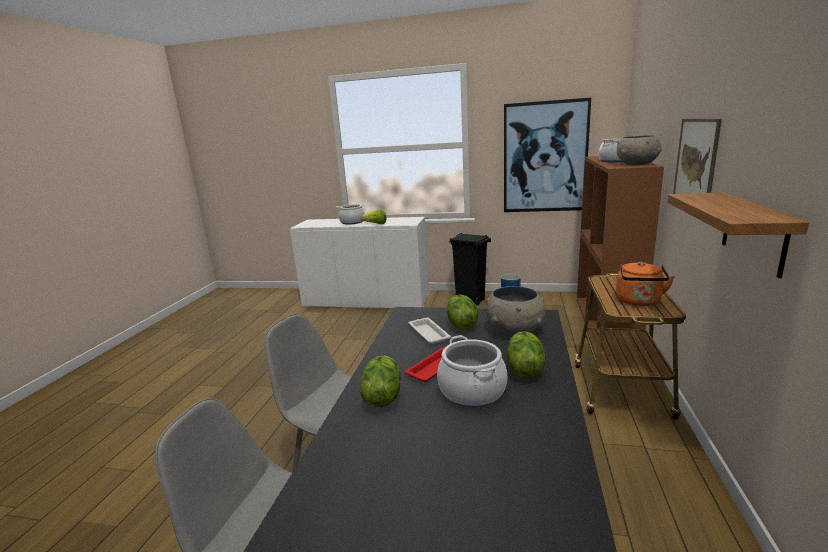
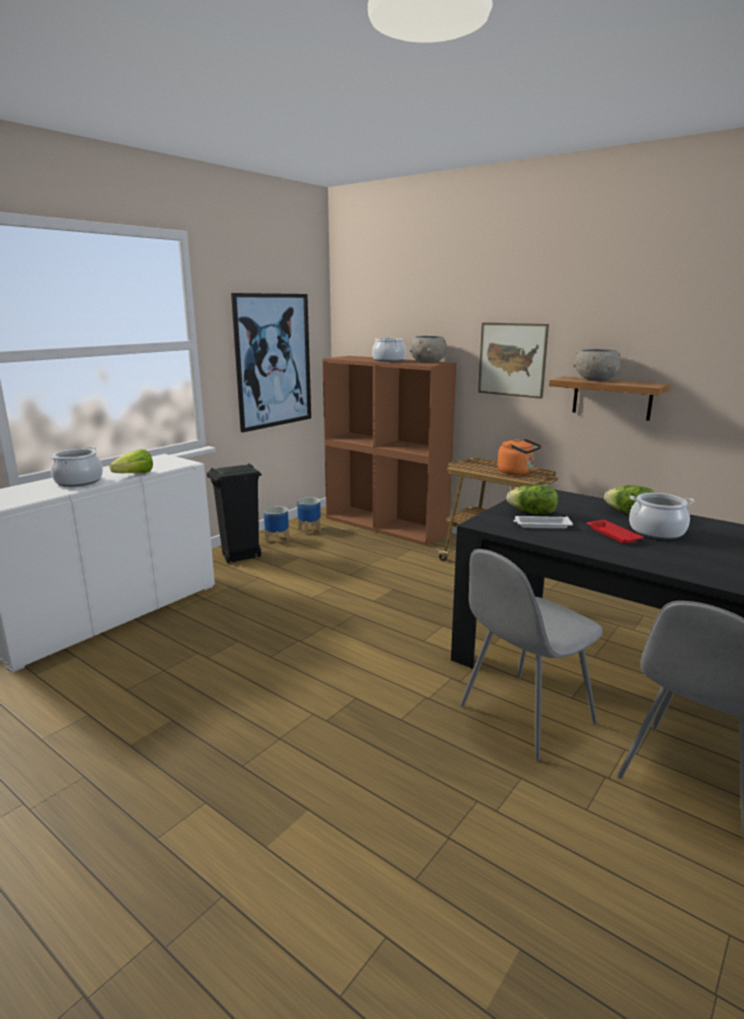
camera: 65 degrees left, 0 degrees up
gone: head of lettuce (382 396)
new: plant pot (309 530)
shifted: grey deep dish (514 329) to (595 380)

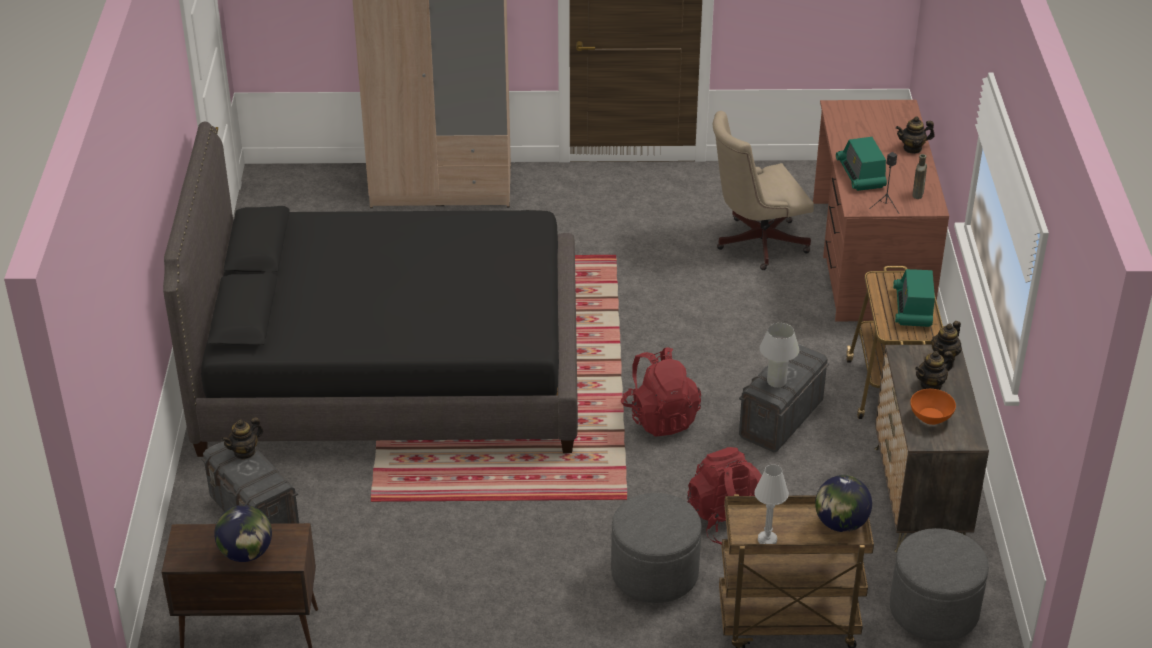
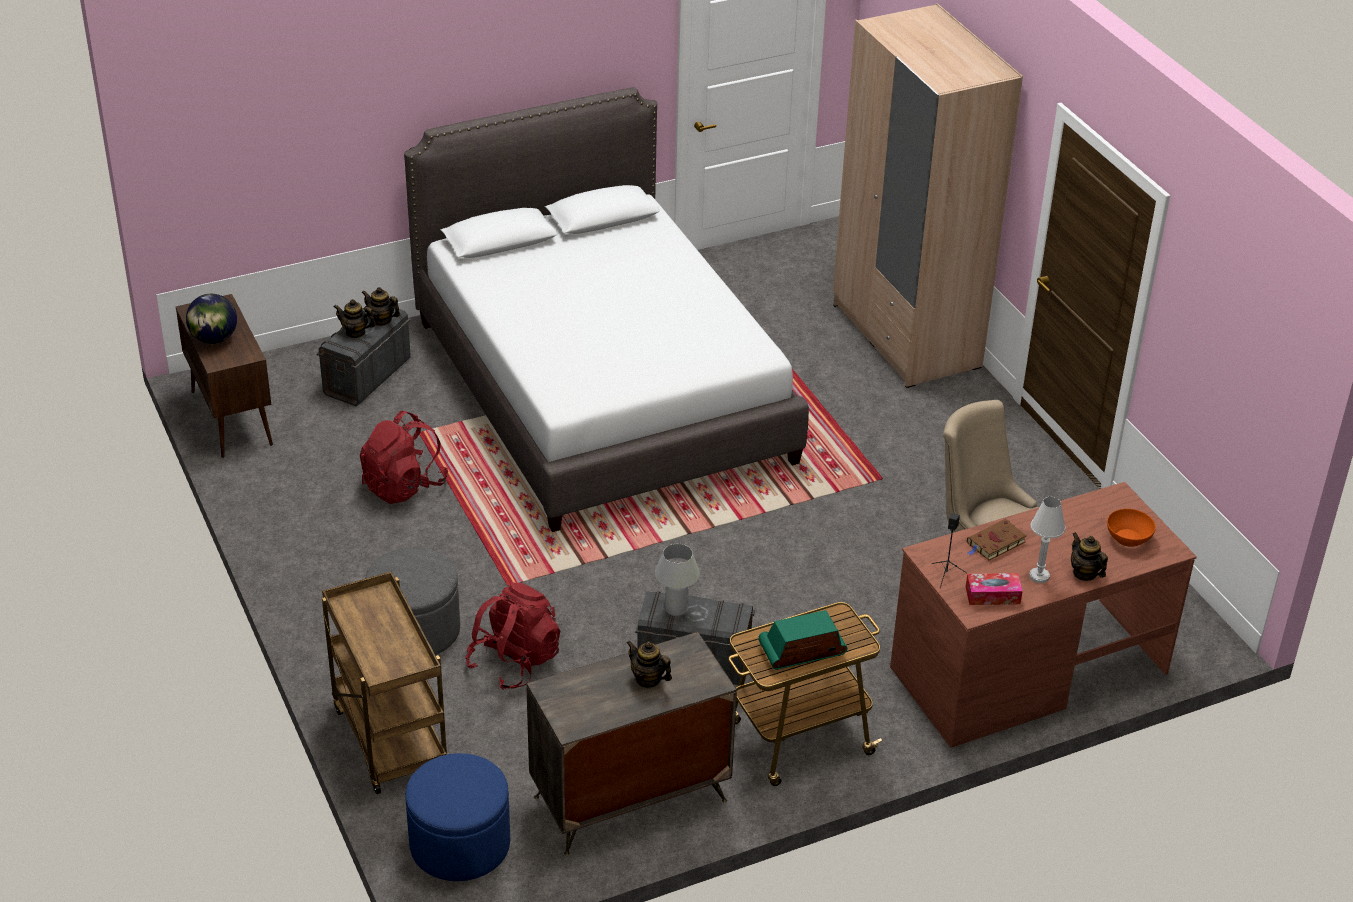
camera: 65 degrees right, 0 degrees up
gone: globe (841 524)
shifted: reddish rucksack (660 417) to (404 486); white-coloured lamp for a table (767 540) to (1039 576); orange-coloured deep dish (931 416) to (1128 538); pot for tea (945 357) to (355 332)
swapped: radio (861 174) to brownish volume (995 543); brownish bottle (918 193) to box of tissues (992 595)
repainted: black-coloured bed (391 369) to white-coloured bed (603 390); grey ottoman (934 610) to blue-coloured ottoman (460 844)

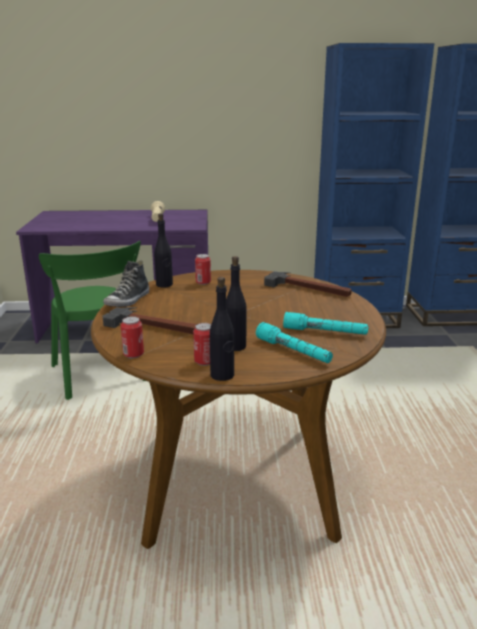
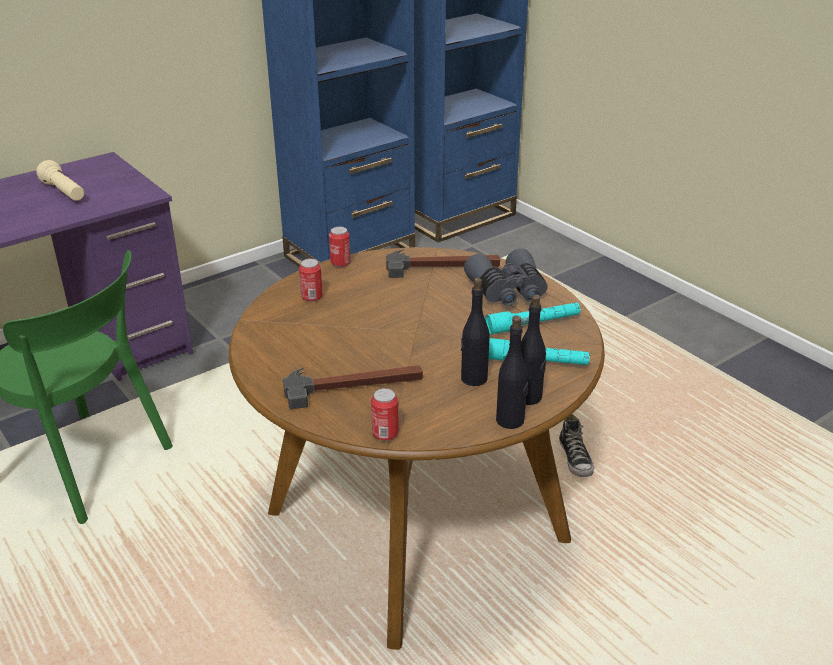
camera: 35 degrees left, 10 degrees up
new: grey field glasses (508 291)
shifted: low shoe (128 301) to (575 459); black-coloured bottle (164 285) to (528 397); can (204 361) to (340 263)

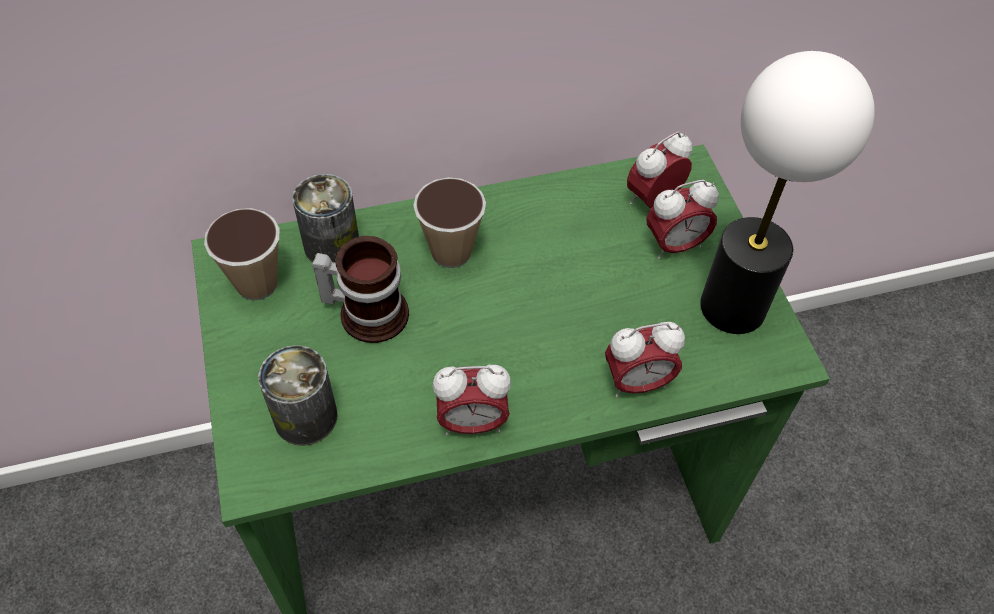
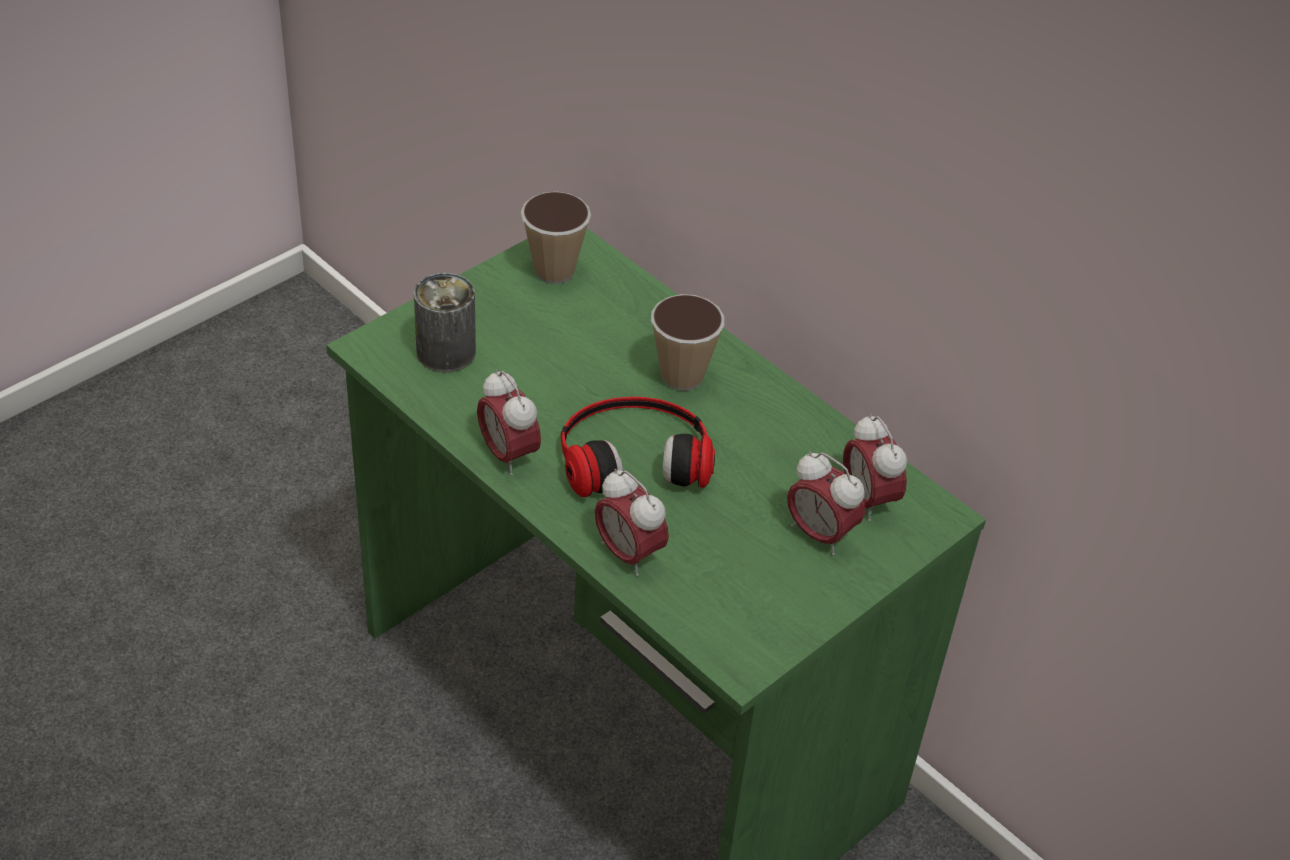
camera: 60 degrees right, 10 degrees down
gone: can (332 245); tea mug (368 310); lamp for a table (733 306)
new: headset (633 453)
rotated: table clock (653 200) = (867 500) 135 degrees counterclockwise

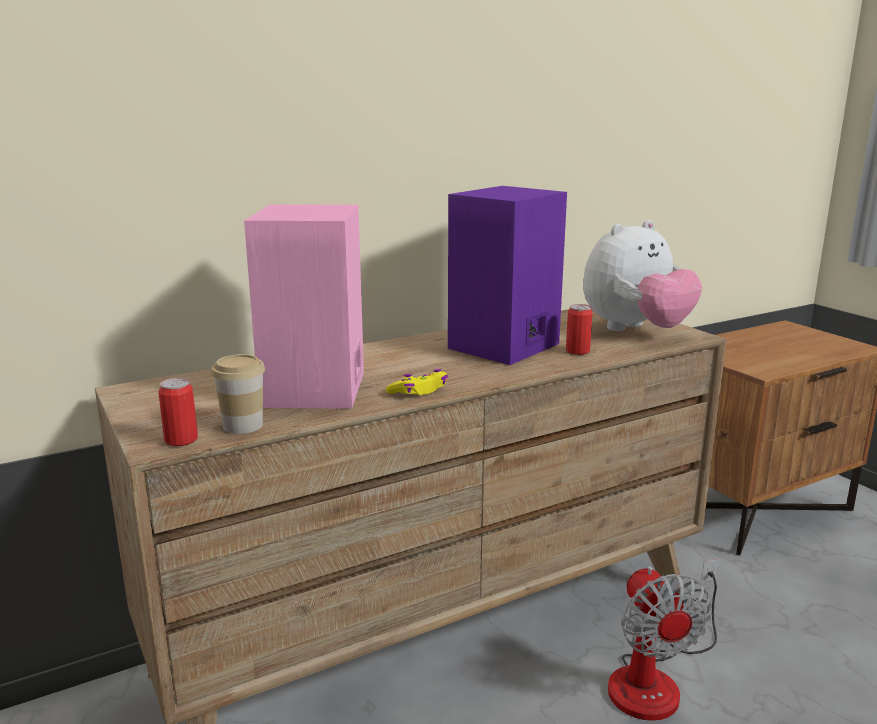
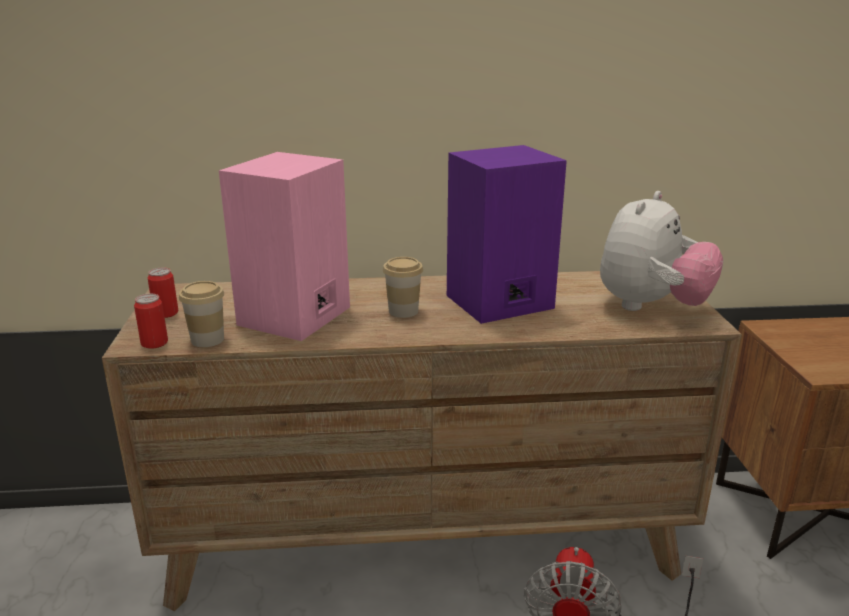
camera: 25 degrees right, 5 degrees up
gone: yellow-coloured game controller (419 391)
new: cup (403 311)
shifted: can (577 351) to (166 313)
rotated: plush toy (636 330) = (651 307) 45 degrees counterclockwise

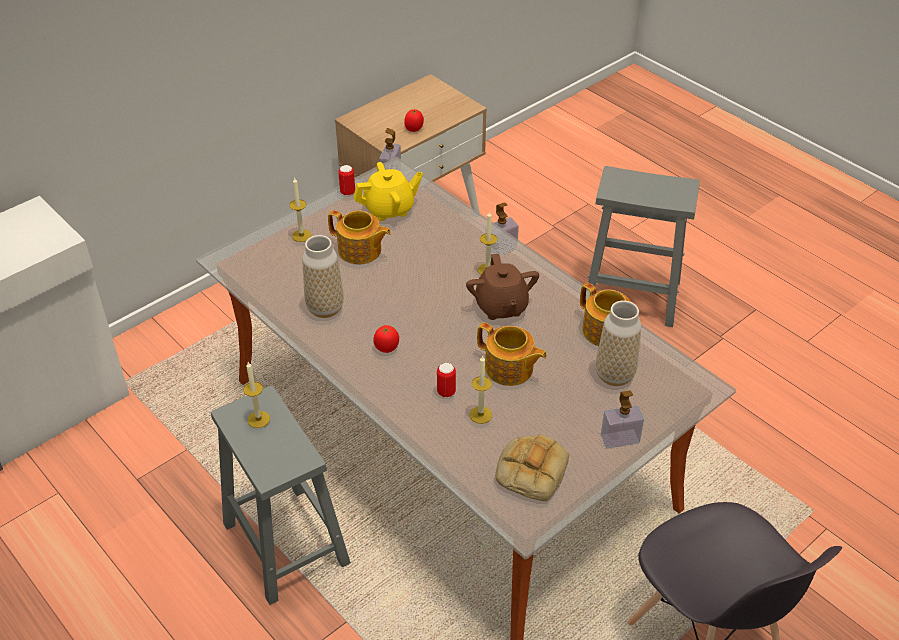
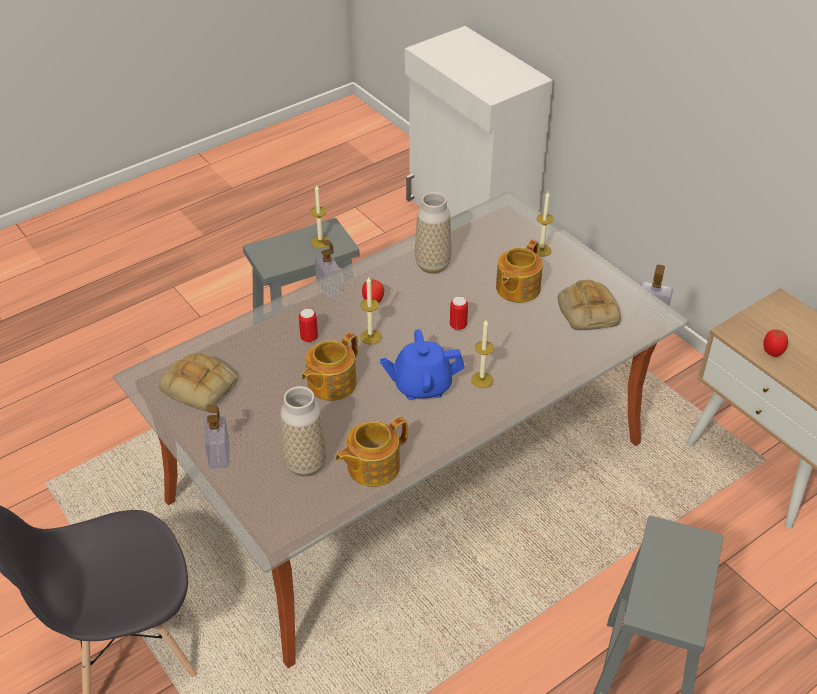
camera: 95 degrees right, 0 degrees up
shifted: can (347 192) to (458 325); wax candle (480 415) to (370 337); soap bottle (500 249) to (329 288)
swapped: yellow-coloured pot for tea (389 209) to bread (586 311)
repainted: brownish pot for tea (501 307) to blue-coloured pot for tea (422 385)

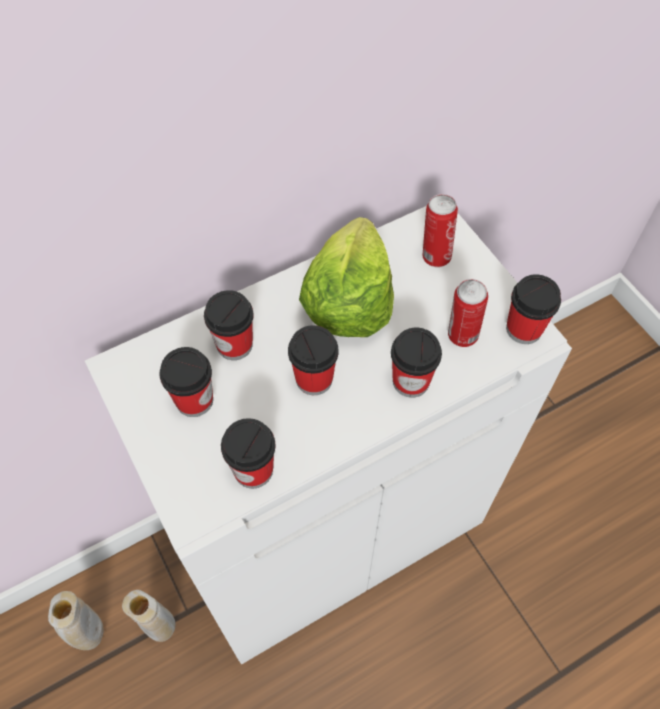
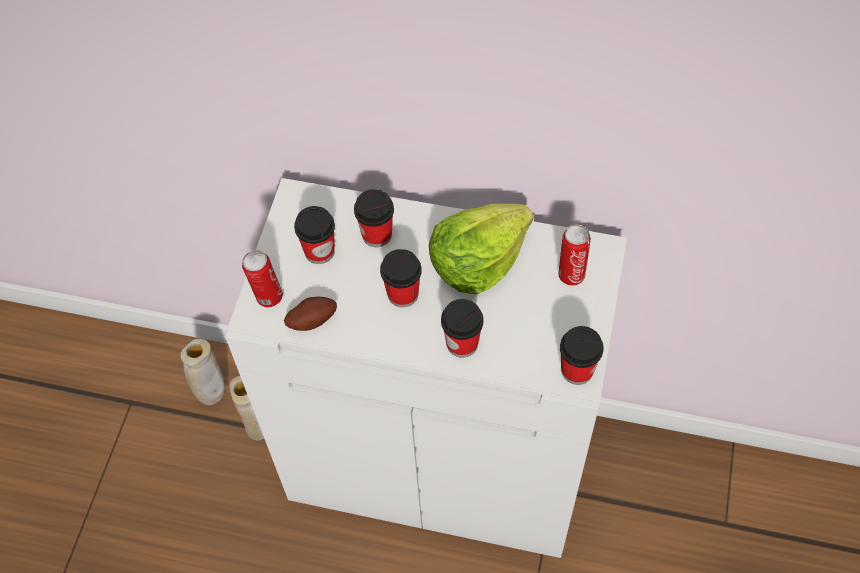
camera: 45 degrees right, 0 degrees up
shifted: can (461 336) to (267 297)
swapped: cup (253 470) to spud (312 320)

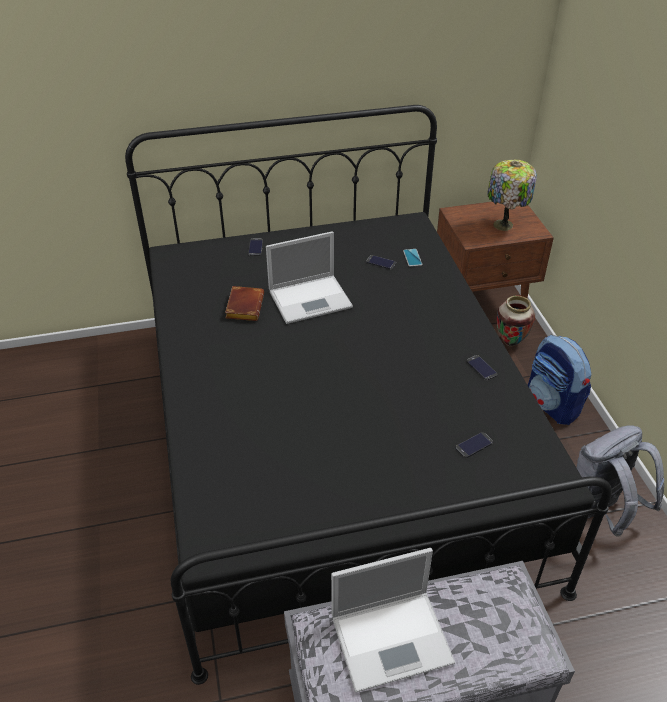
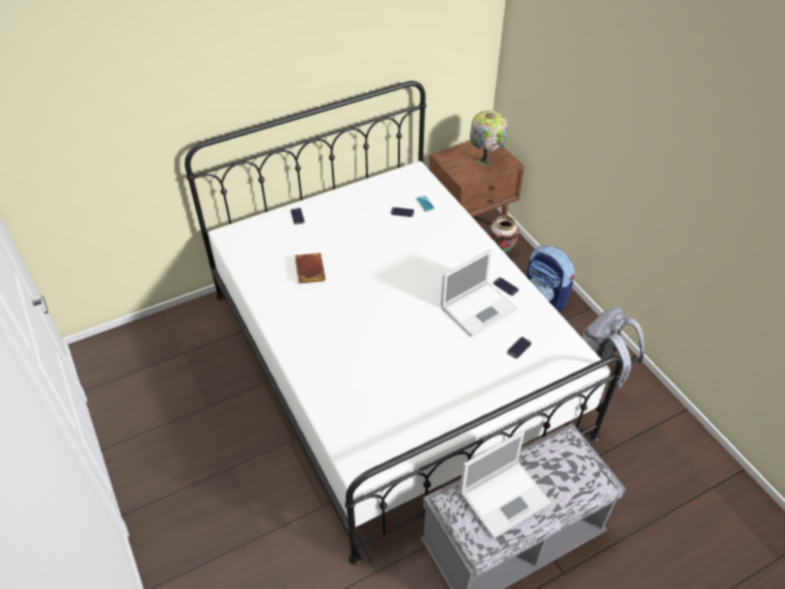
camera: 15 degrees left, 5 degrees up
shifted: laptop (311 298) to (479 308)
repainted: black-coloured bed (333 443) to white-coloured bed (392 361)

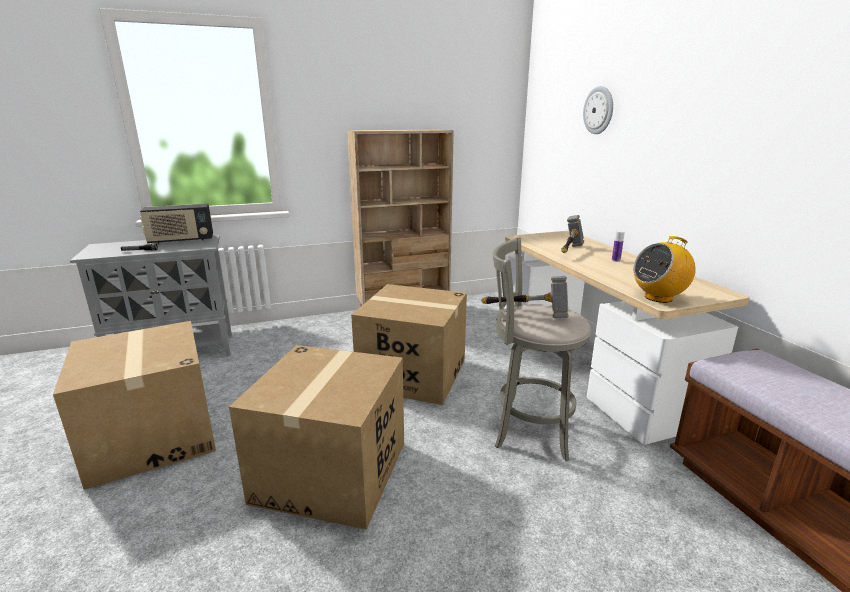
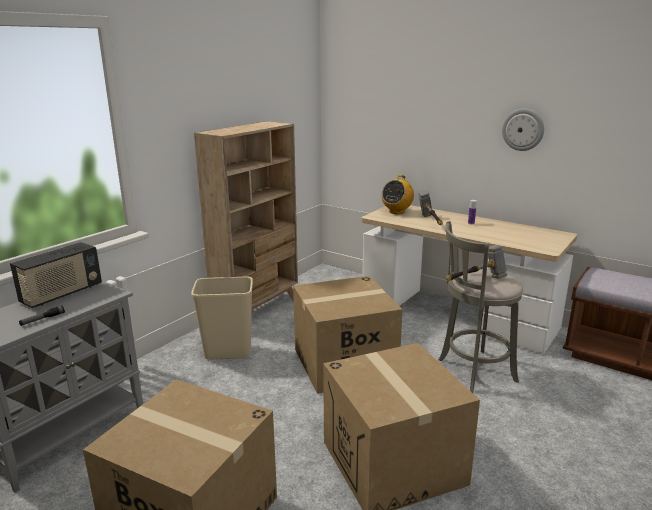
camera: 35 degrees left, 0 degrees up
new: beige-coloured waste bin (228 352)
shifted: clock on the wall (599 110) to (523 129); radio (658 297) to (397 211)

